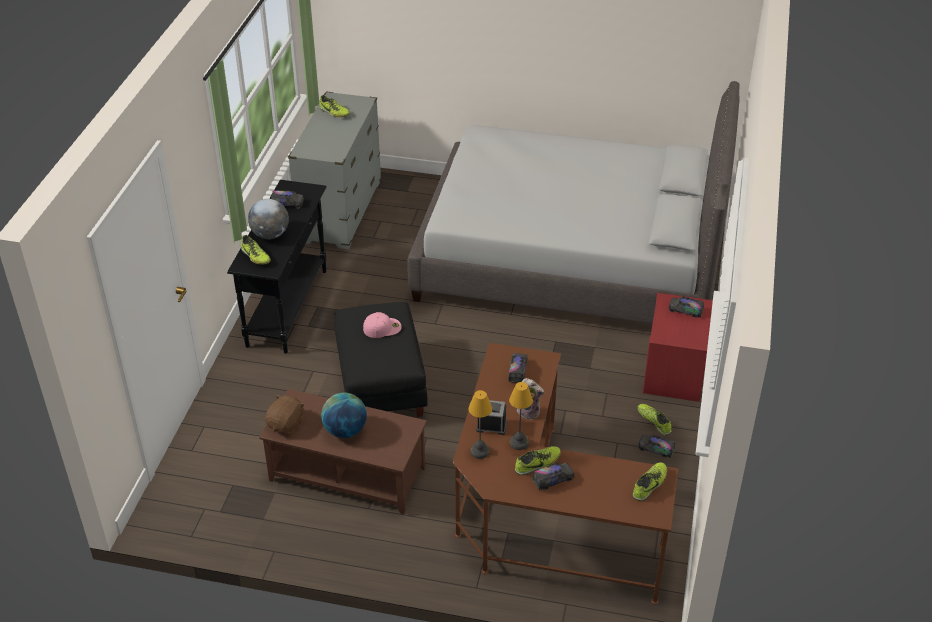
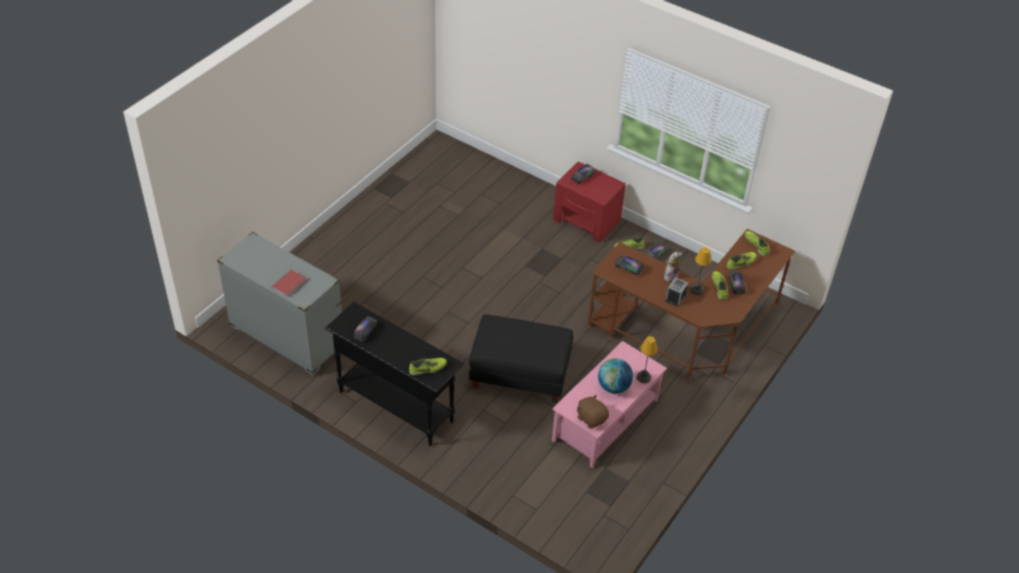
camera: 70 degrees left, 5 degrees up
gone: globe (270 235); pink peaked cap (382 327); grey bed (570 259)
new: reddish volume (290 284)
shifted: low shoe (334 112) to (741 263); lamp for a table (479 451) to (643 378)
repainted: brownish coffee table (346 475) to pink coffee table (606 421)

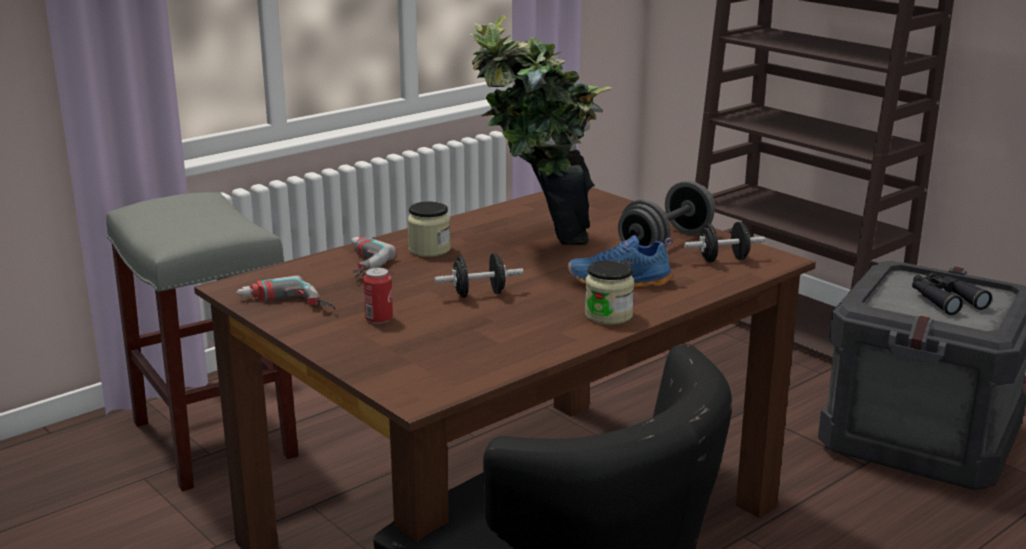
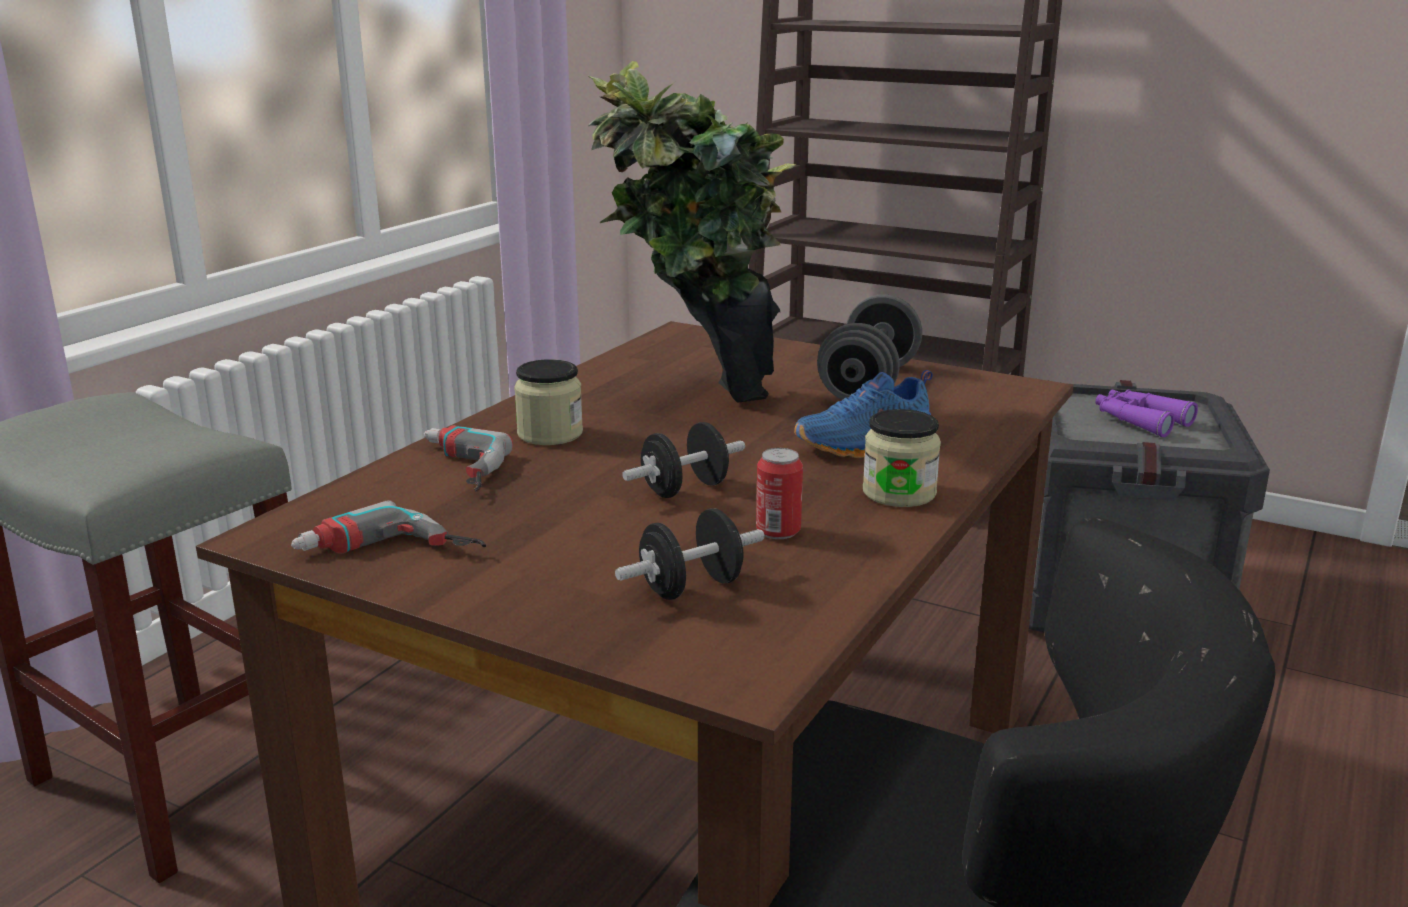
camera: 20 degrees left, 0 degrees up
shifted: can (379 319) to (778 531); black-coloured hand weight (723 260) to (691 587)
repainted: black-coloured field glasses (944 300) to purplish field glasses (1139 420)

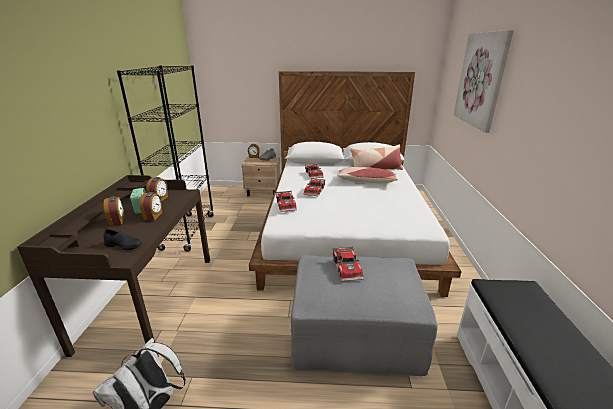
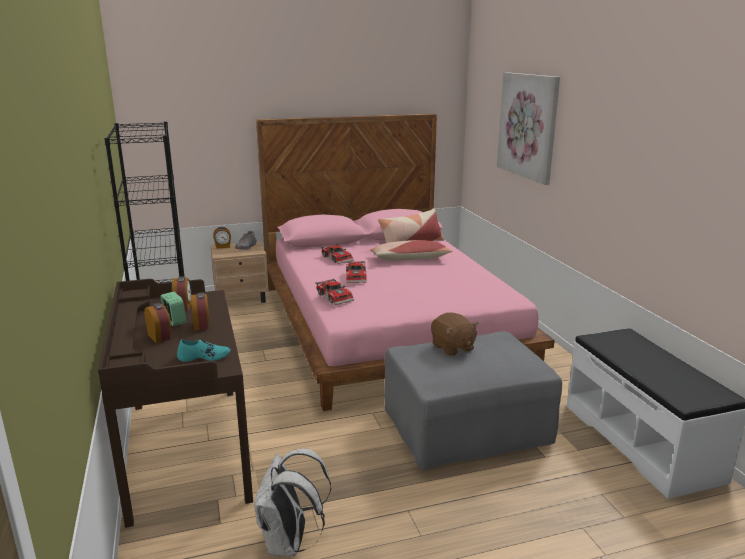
camera: 20 degrees left, 5 degrees down
swapped: miniature car (348 268) to brownish plush toy (452 348)
repainted: black-coloured low shoe (124 245) to turquoise-coloured low shoe (204 357); white-coloured bed (345 227) to pink bed (387 325)

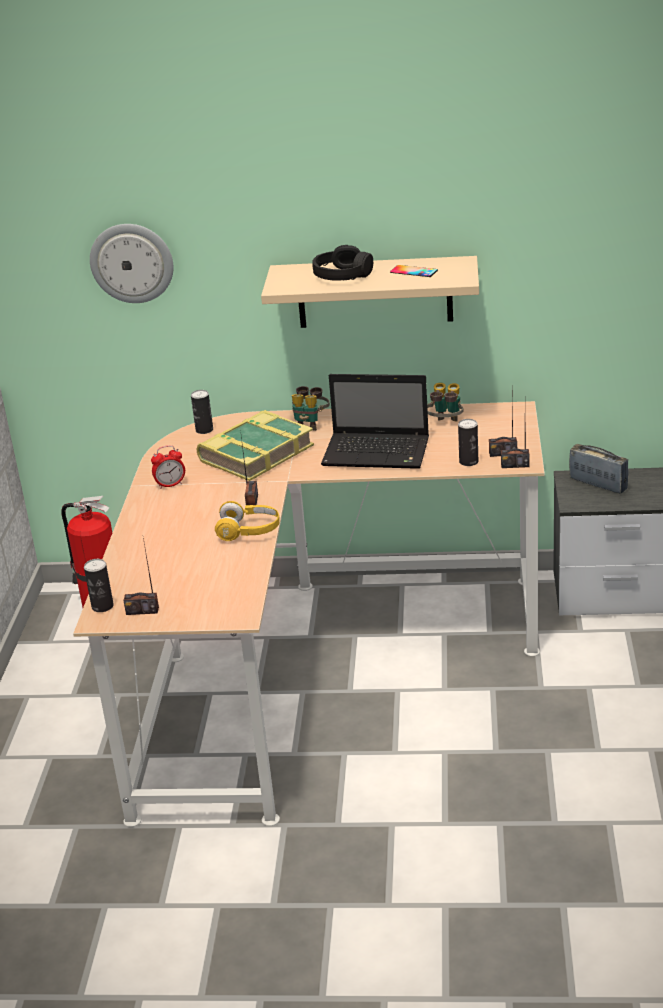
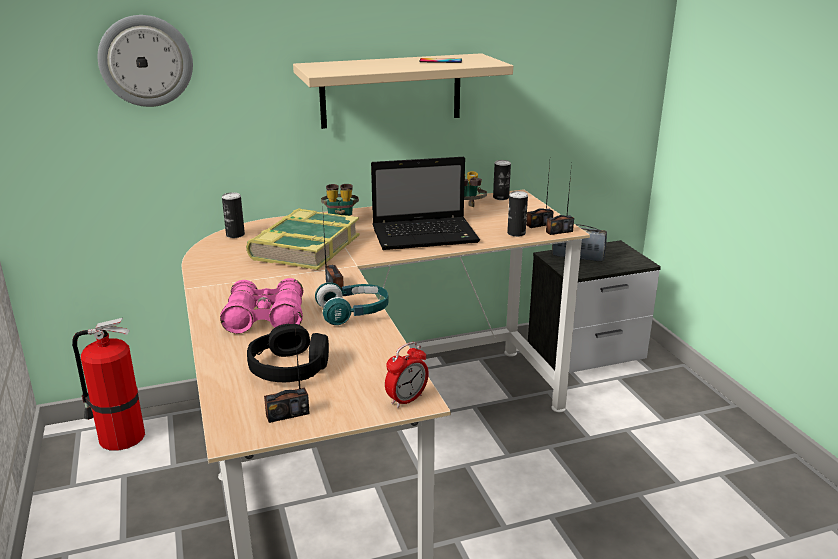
camera: 25 degrees left, 5 degrees down
new: pink field glasses (265 318)
shifted: can (102 606) to (501 197); table clock (170 485) to (406 400); black-coloured headset (342 275) to (290 367)
repainted: yellow-coloured headset (249 531) to turquoise-coloured headset (353 313)

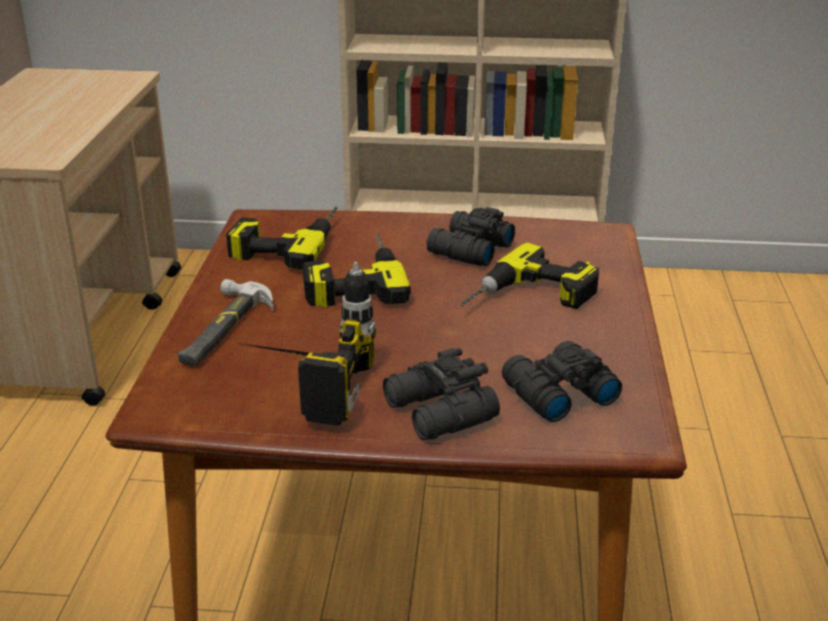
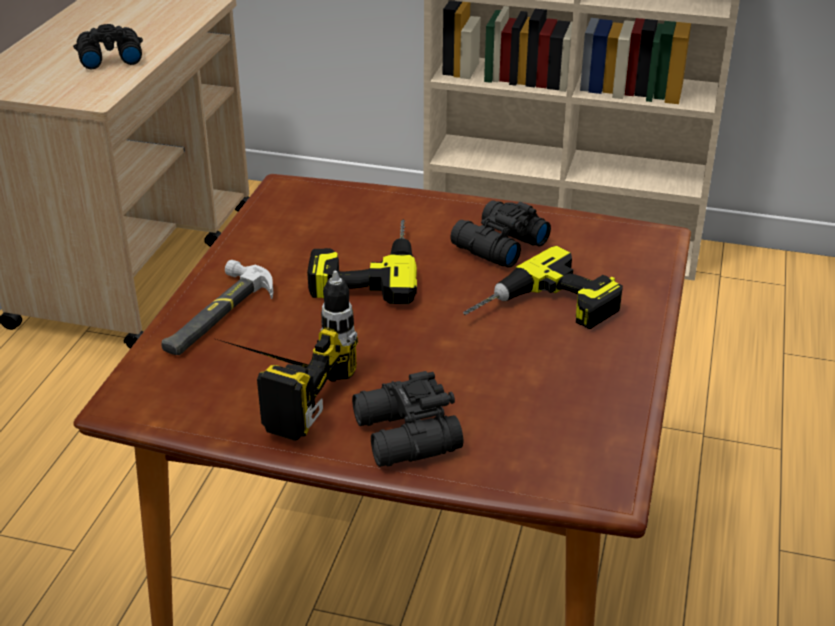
camera: 10 degrees right, 5 degrees up
gone: electric drill (287 241)
shifted: black-coloured field glasses (556 393) to (109 58)

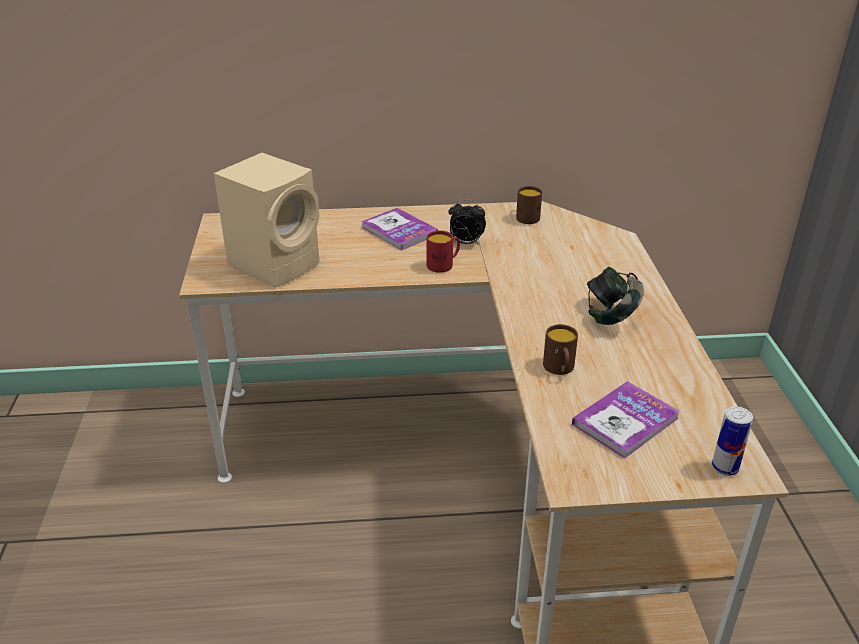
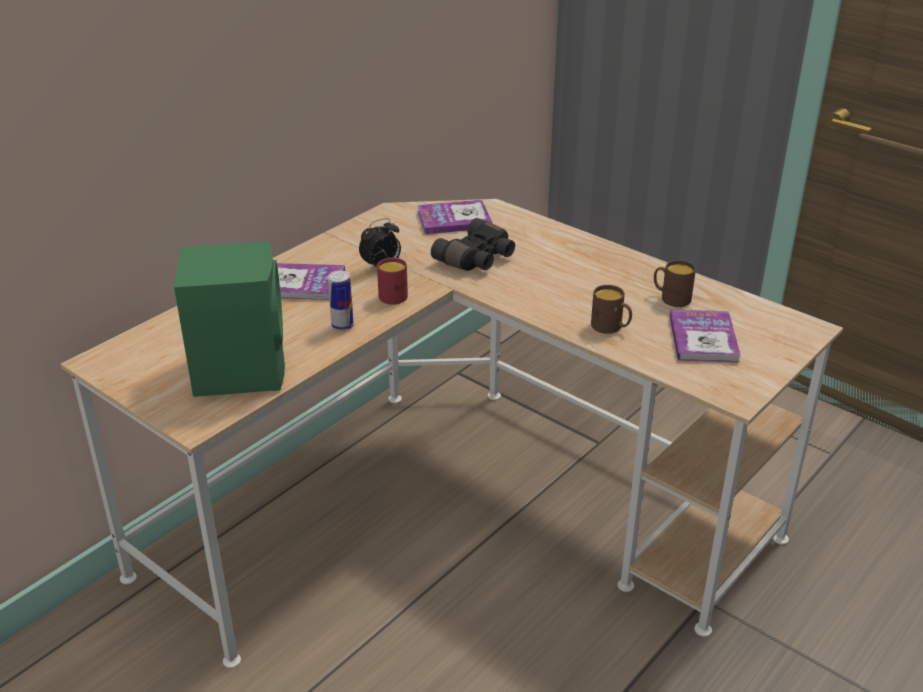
camera: 45 degrees left, 0 degrees up
gone: headset (611 316)
new: volume (454 219); black-coloured field glasses (477 258)
shifted: brownish tea mug (526 217) to (671 298); can (724 468) to (342 326)
repainted: beige-coloured loudspeaker (277 264) to green loudspeaker (240 369)

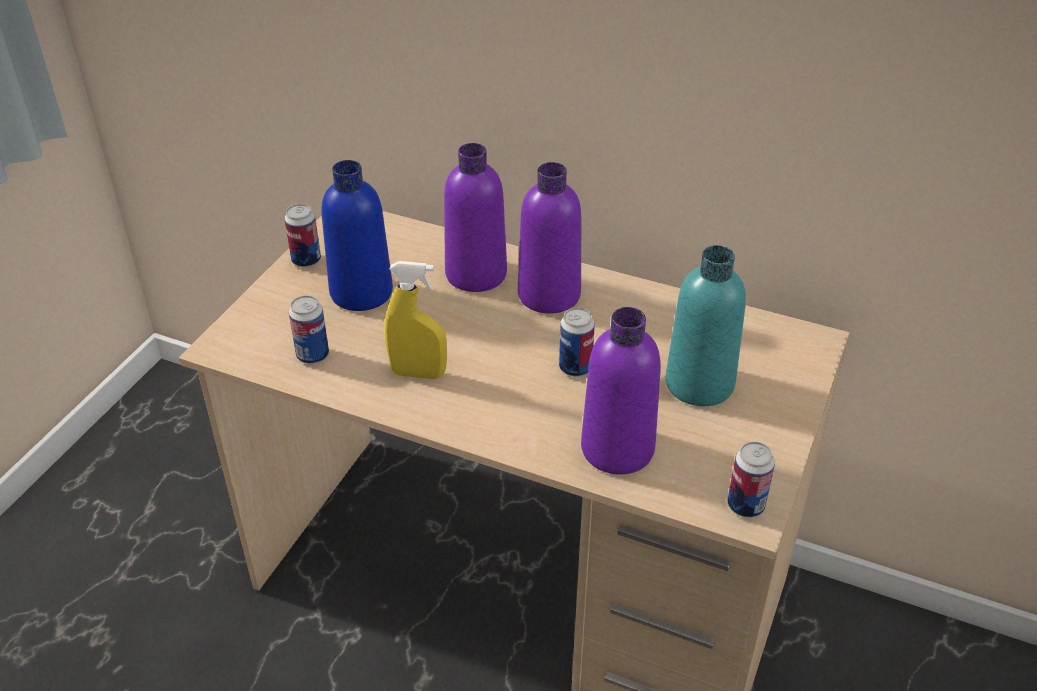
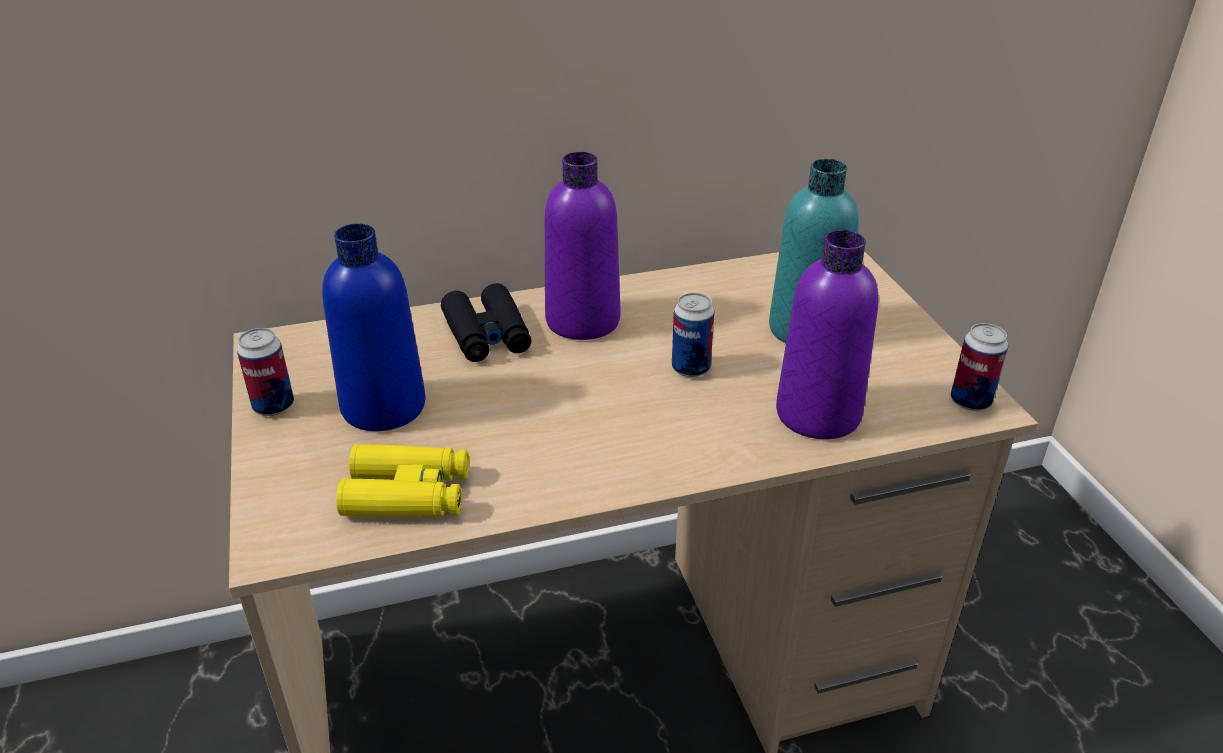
camera: 40 degrees left, 5 degrees down
gone: yellow-coloured sprayer (418 373)
swapped: can (313 355) to yellow-coloured field glasses (408 494); purplish bottle (476 274) to black-coloured field glasses (487 335)

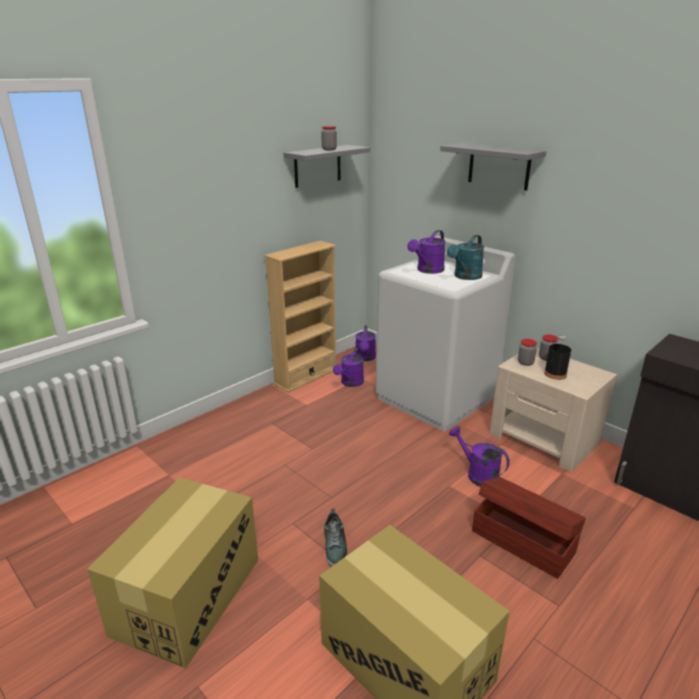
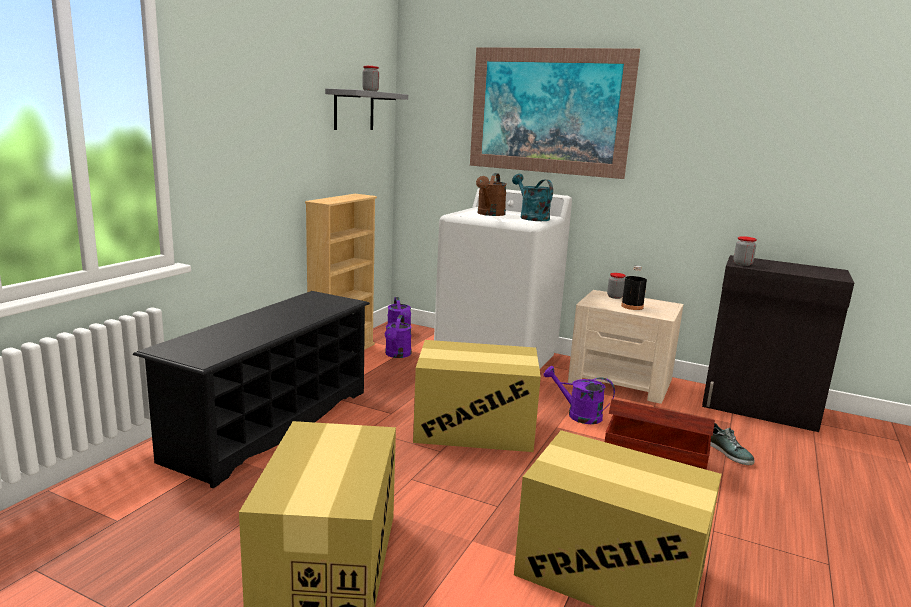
camera: 20 degrees left, 10 degrees down
new: black-coloured shoe shelf (271 424); carton (474 428)
shifted: low shoe (335 546) to (728 452); storage jar (525 363) to (742 264)
swapped: grey bracket shelf (499 166) to wall art (549 111)
repainted: purplish sprinkling can (427 270) to brownish sprinkling can (489 214)
rotated: turquoise-coloured sprinkling can (465 277) = (531 217) 135 degrees clockwise

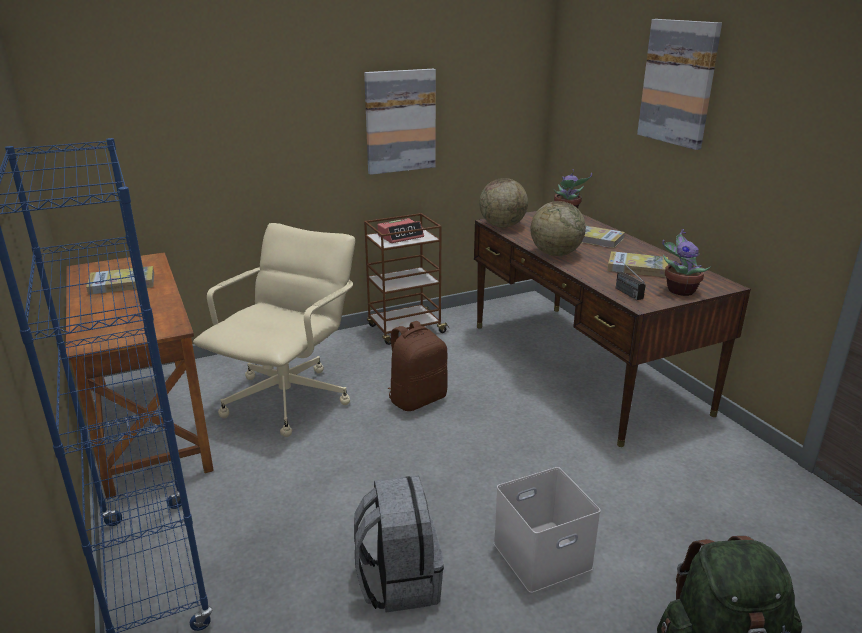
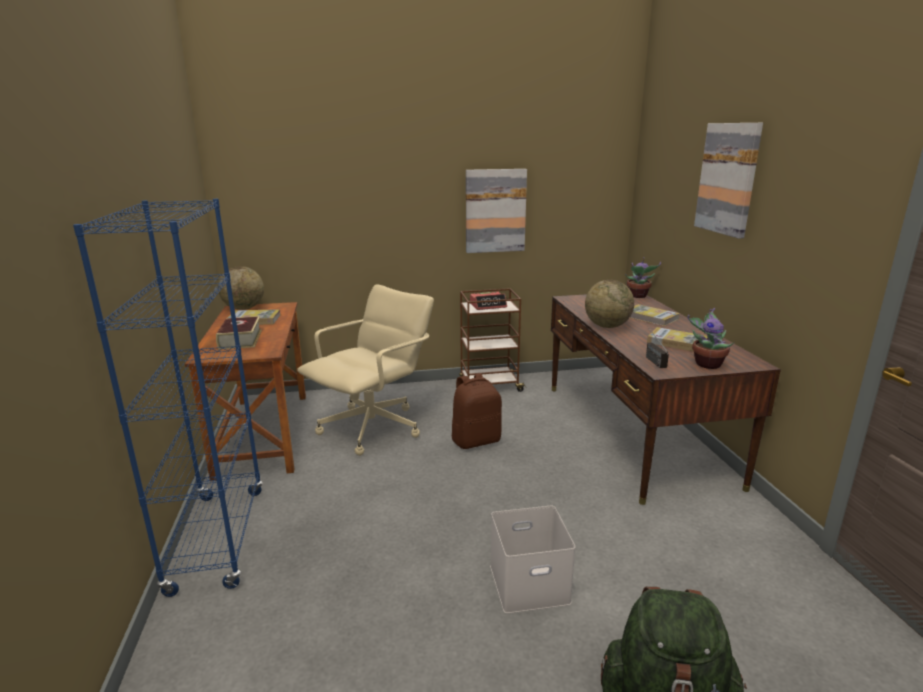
camera: 15 degrees right, 5 degrees down
gone: grey rucksack (398 581)
new: volume (240 339)
shifted: globe (502 226) to (244 308)

